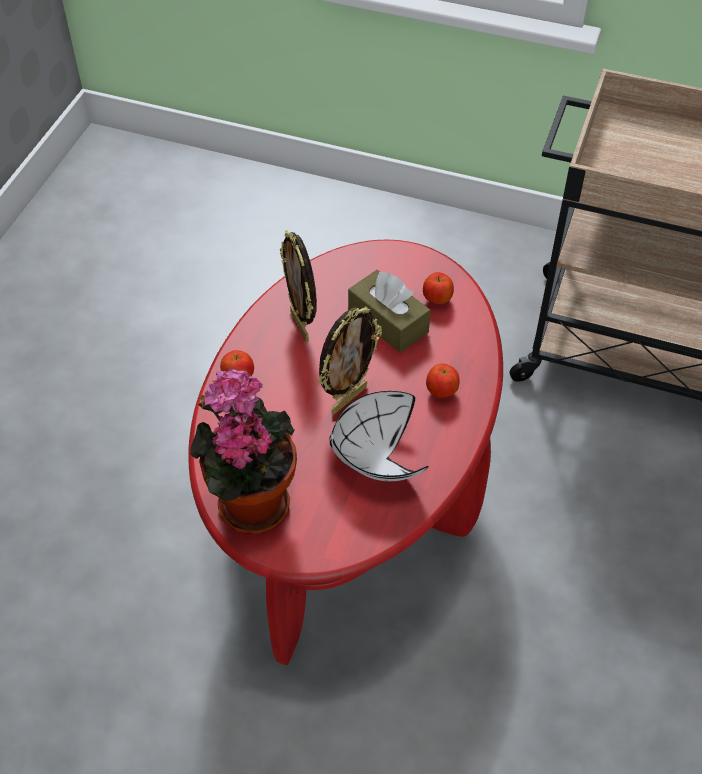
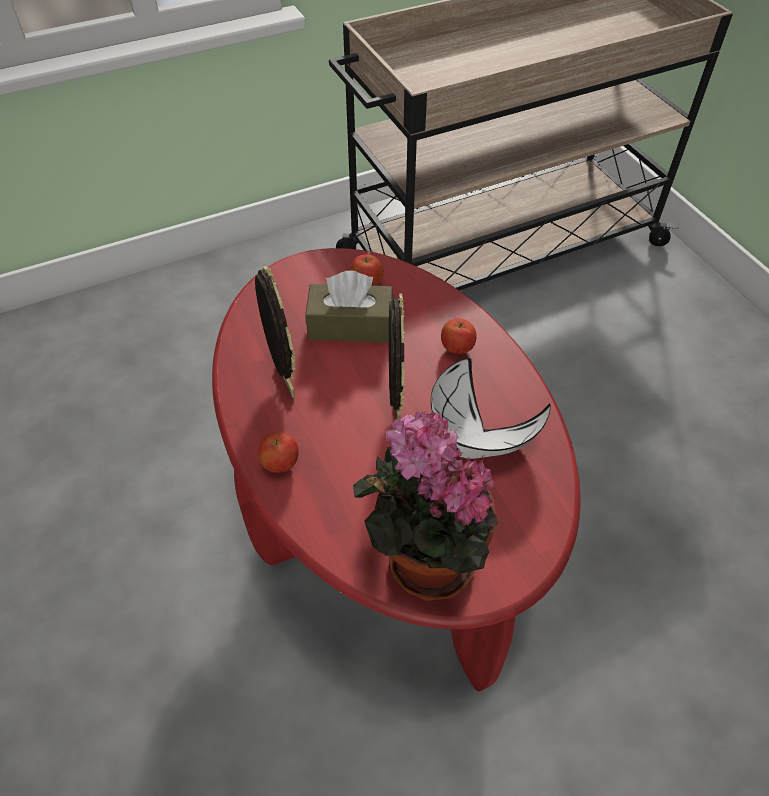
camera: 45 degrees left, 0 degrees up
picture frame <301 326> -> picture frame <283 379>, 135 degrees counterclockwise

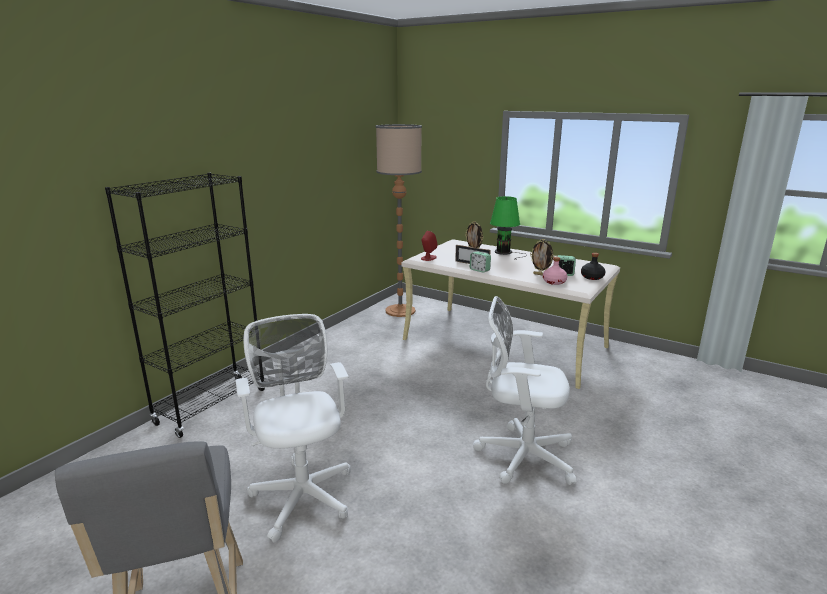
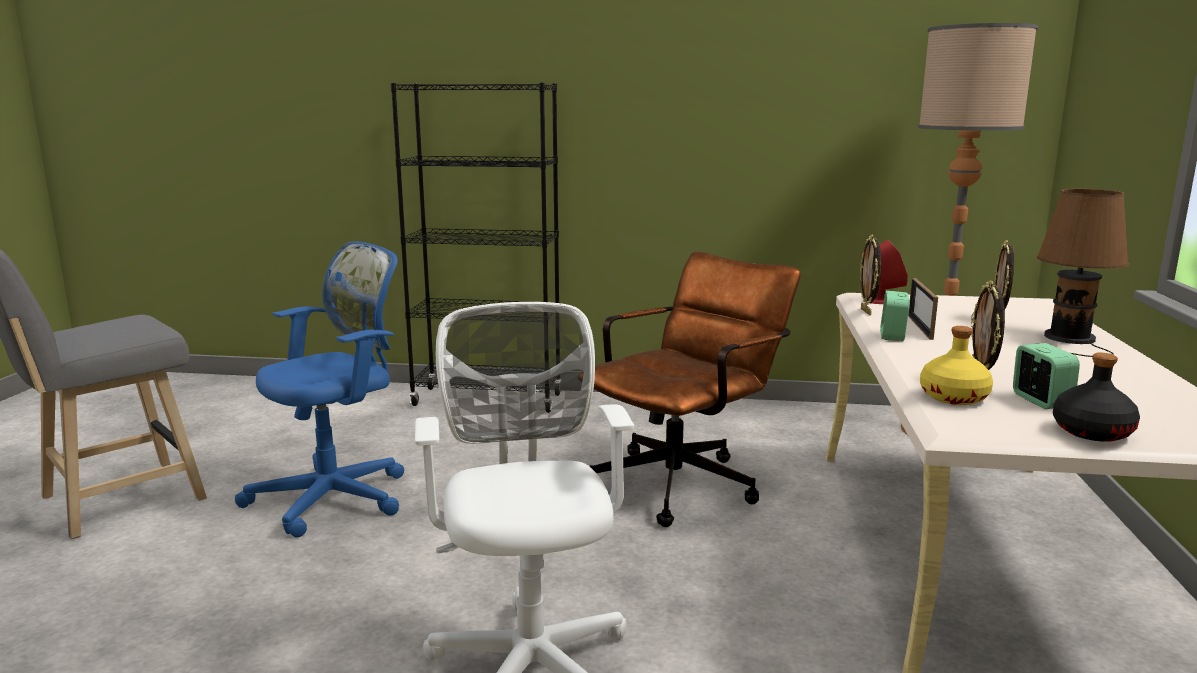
camera: 65 degrees right, 5 degrees down
office chair (white) <303 493> -> office chair (blue) <337 497>
none -> office chair (brown) <684 481>
none -> picture frame <867 311>
bottle (pink) <554 282> -> bottle (yellow) <954 397>
table lamp (green) <505 252> -> table lamp (brown) <1070 339>

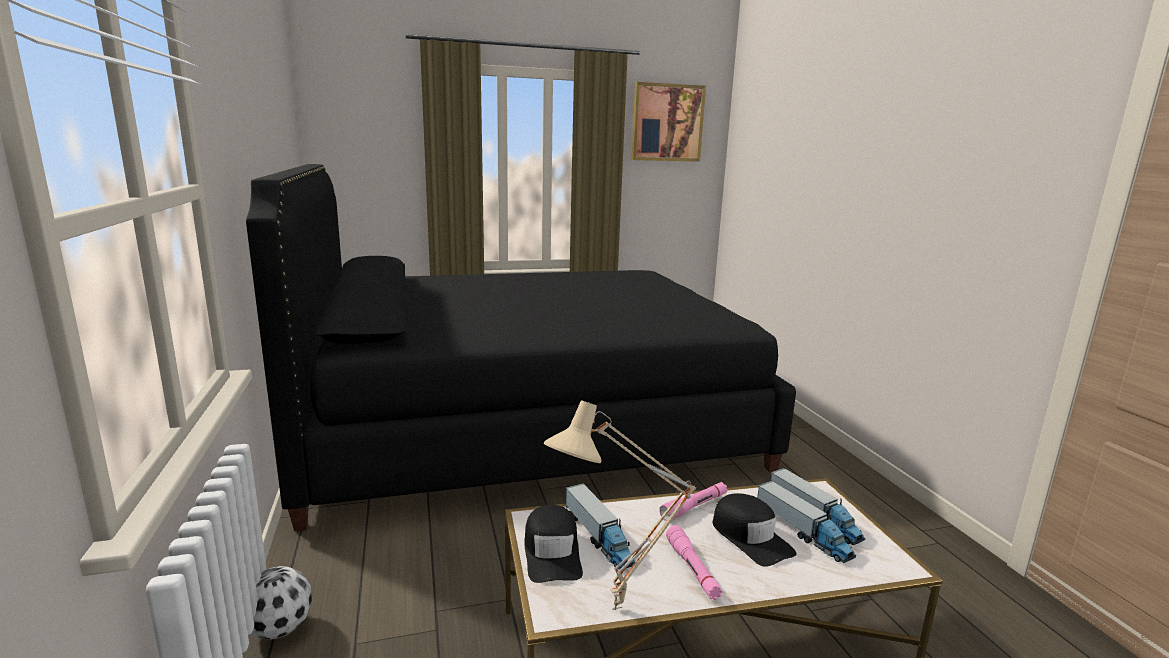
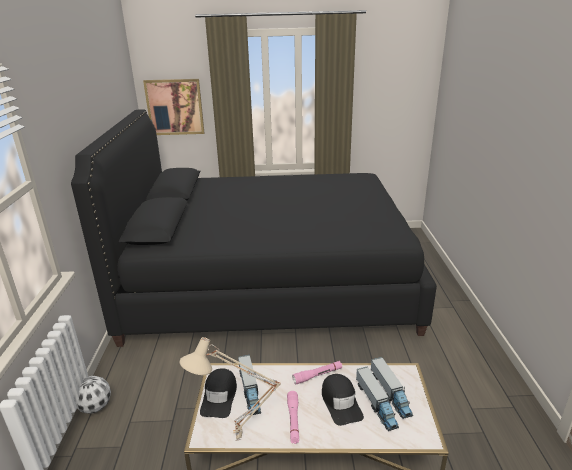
camera: 15 degrees right, 10 degrees up
picture <667 123> -> picture <175 107>, move

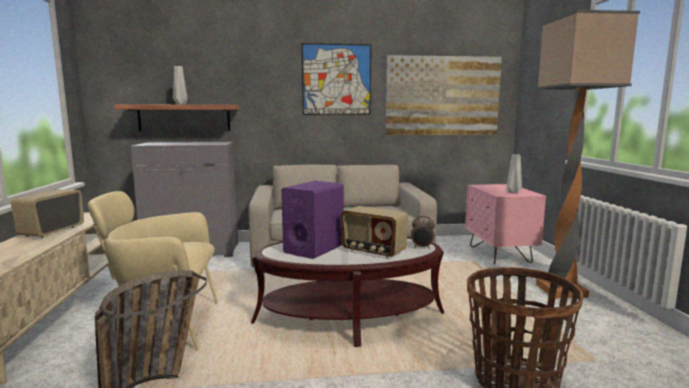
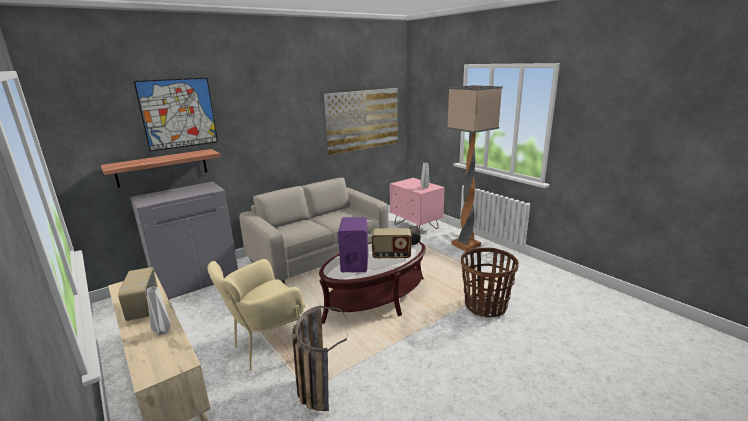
camera: 30 degrees left, 10 degrees up
picture <336 79> -> picture <178 113>, move
vase (grey) <181 104> -> vase (grey) <163 330>, move

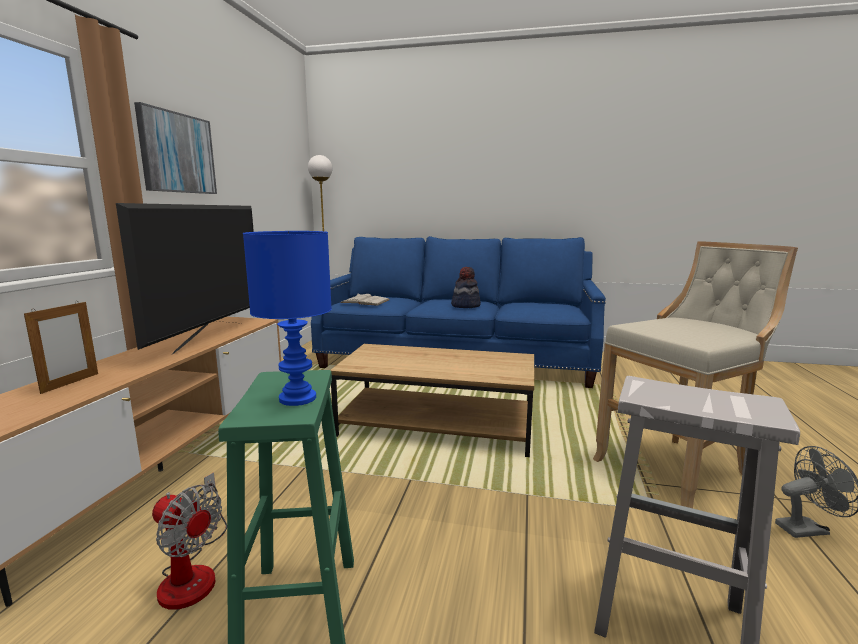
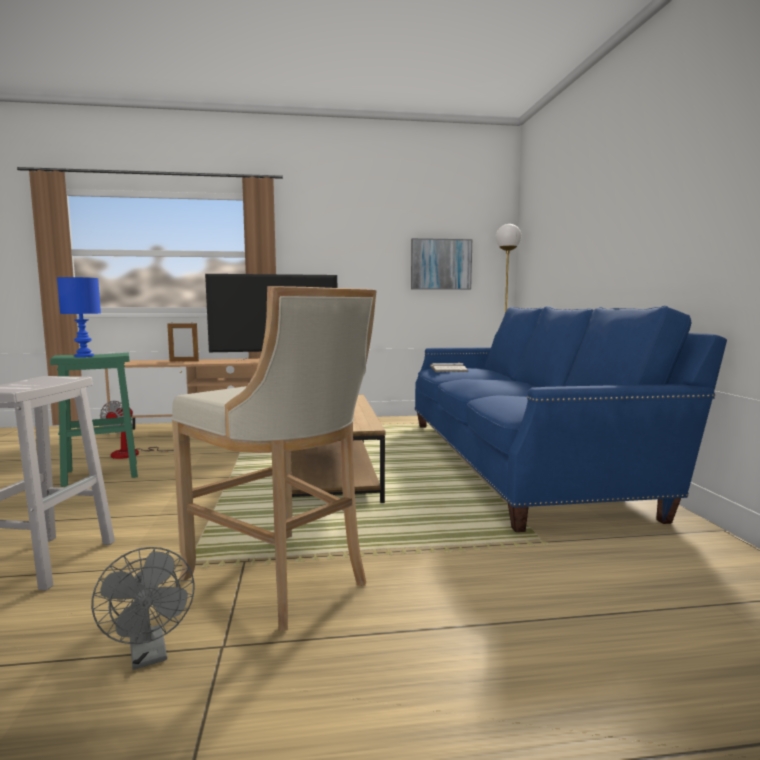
camera: 70 degrees right, 5 degrees down
picture <177 153> -> picture <441 264>, move
hat <465 305> -> none

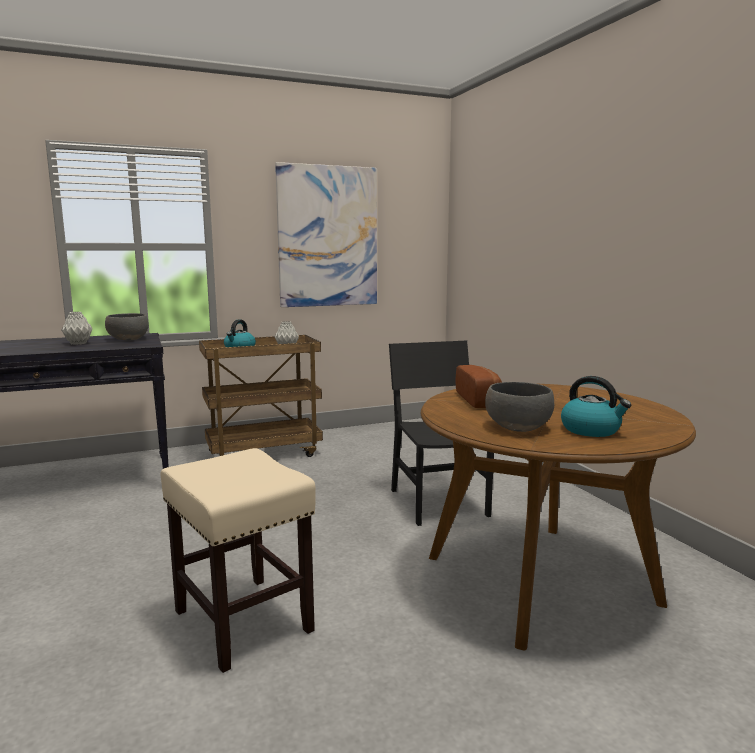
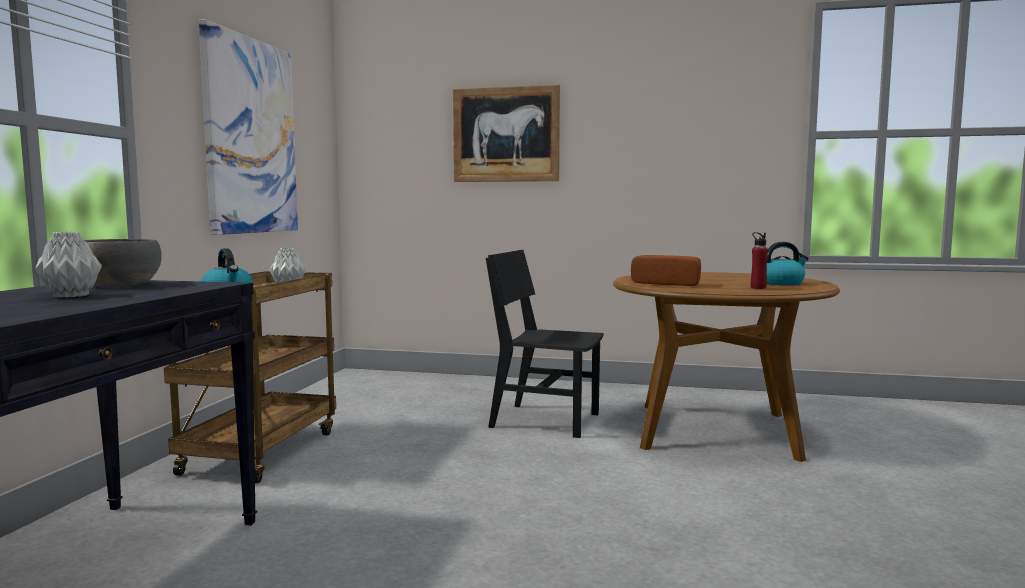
camera: 55 degrees left, 5 degrees down
none -> picture <506 134>
bowl (grey) <517 427> -> bottle (red) <758 288>
stool (beige) <244 621> -> none

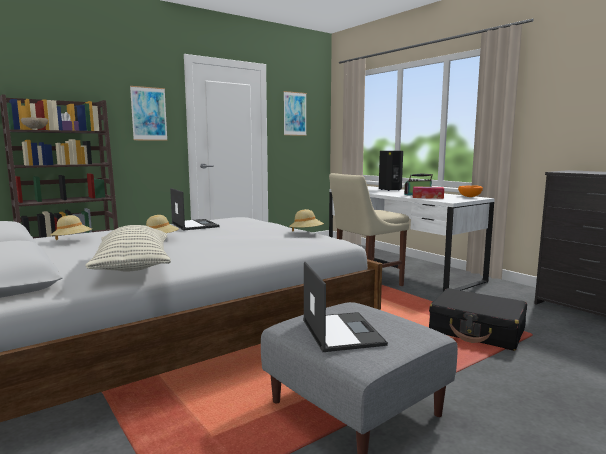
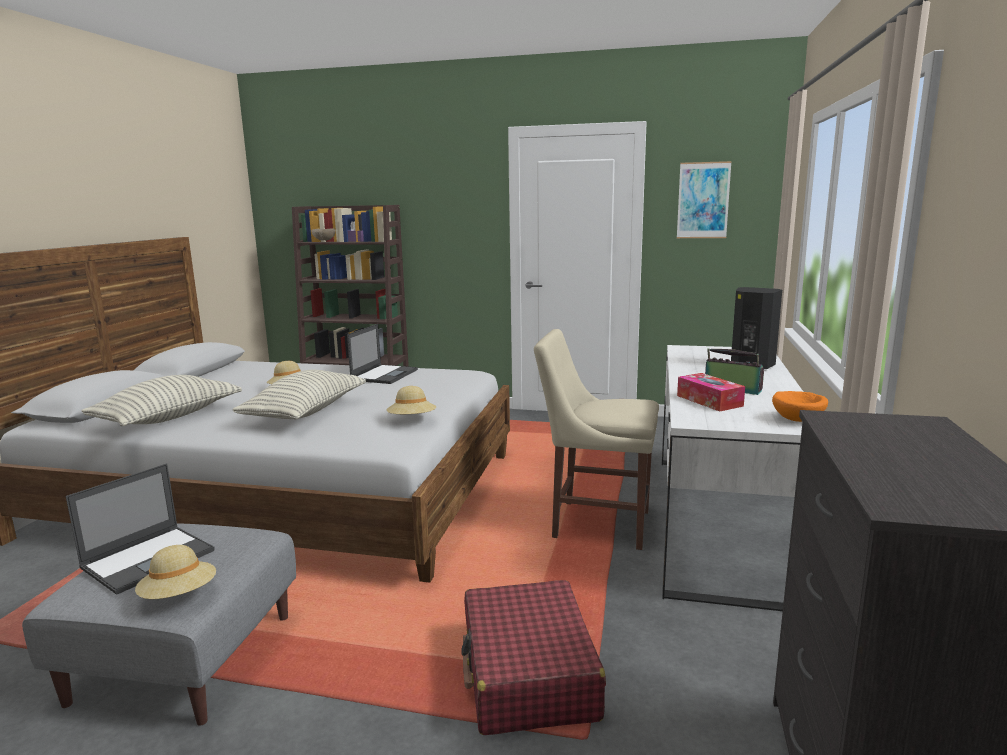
camera: 50 degrees right, 5 degrees up
hat (beige) <72 241> -> hat (beige) <179 596>, move
none -> pillow <305 413>
suitcase (black) <477 331> -> suitcase (red) <528 674>
picture <149 114> -> none

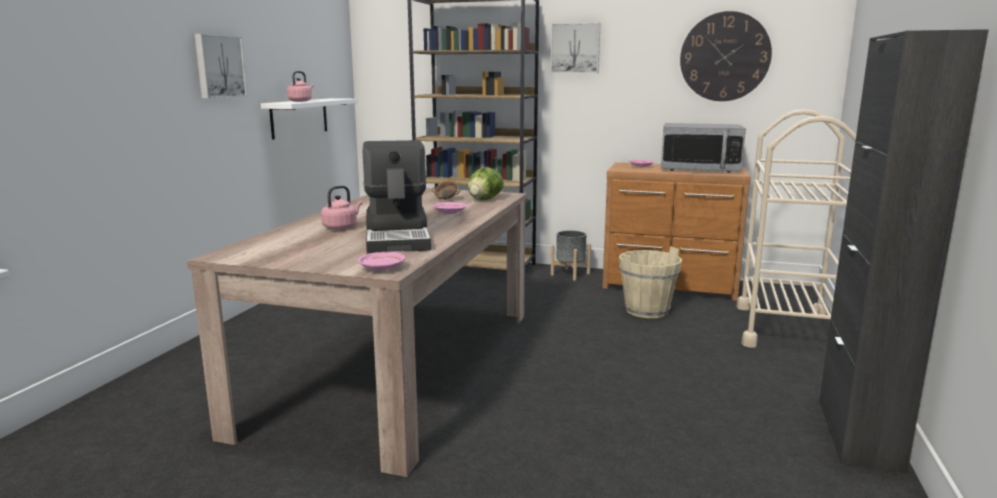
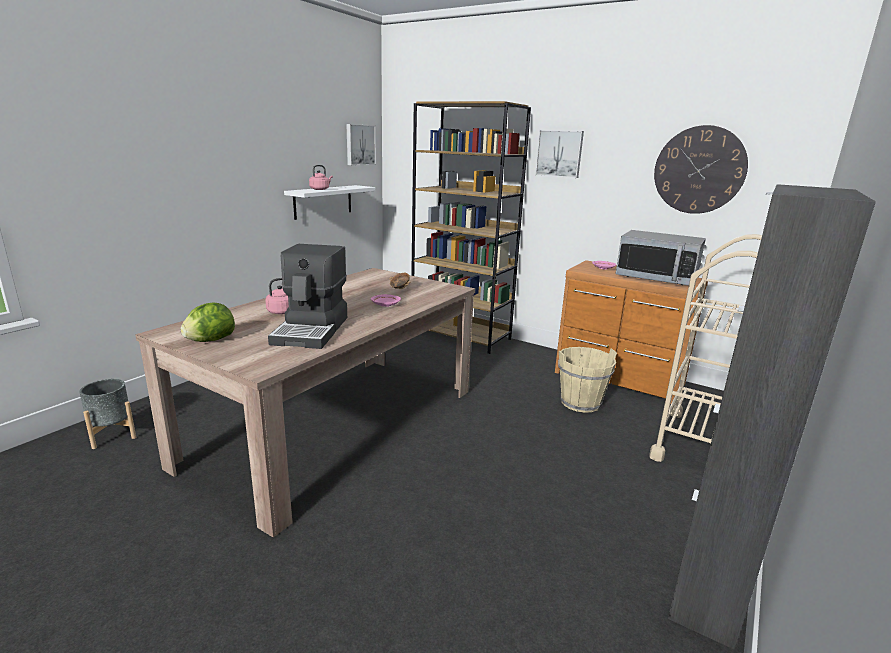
camera: 15 degrees right, 5 degrees up
planter (grey) <570 274> -> planter (grey) <112 434>, move
lettuce <484 200> -> lettuce <210 340>, move
picture <219 66> -> picture <360 145>, move
plate (pink) <382 268> -> none

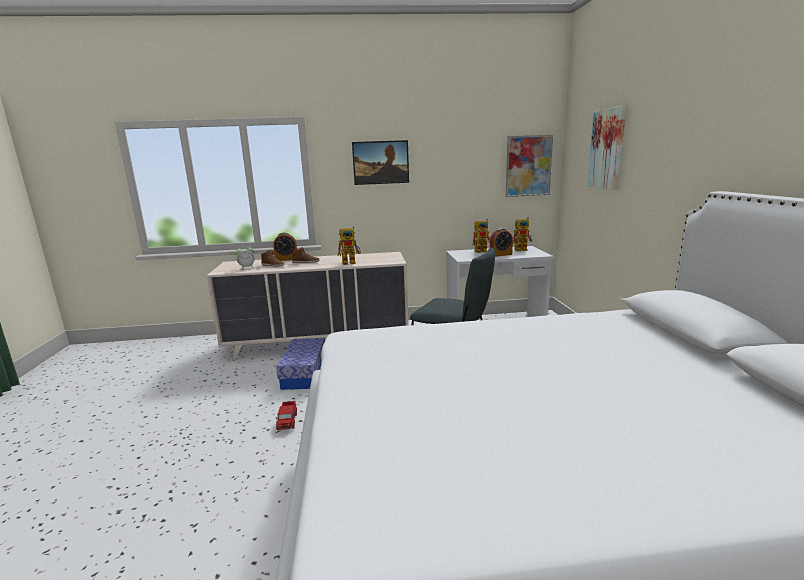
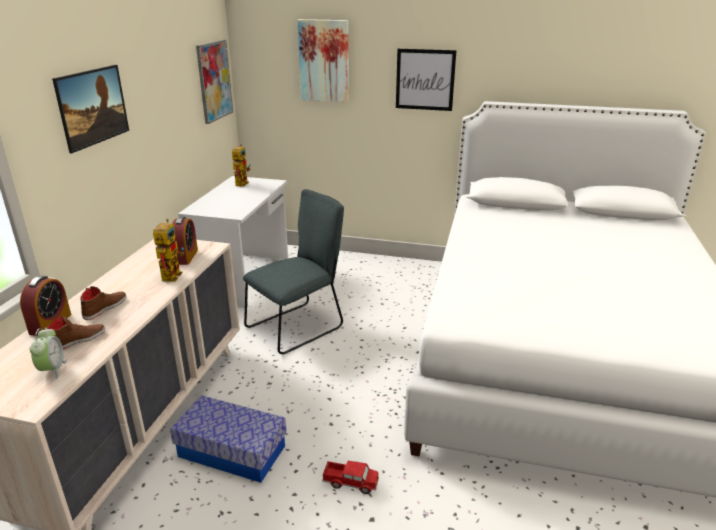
camera: 70 degrees left, 10 degrees up
alarm clock <500 254> -> alarm clock <186 257>, move
none -> picture <425 79>
toy robot <483 251> -> none

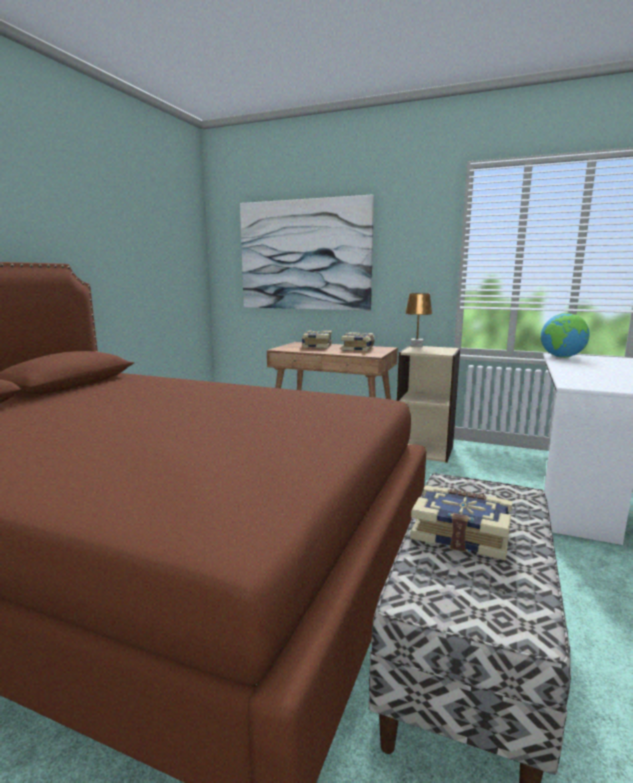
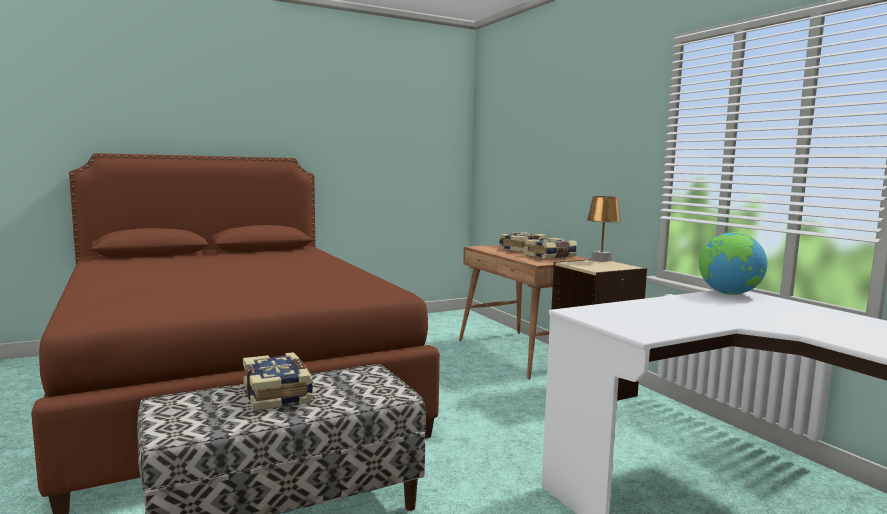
camera: 40 degrees right, 5 degrees down
picture <304 255> -> none

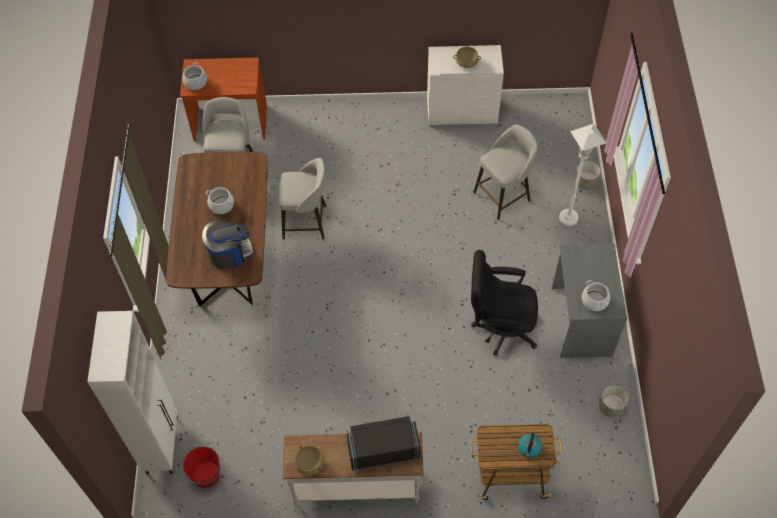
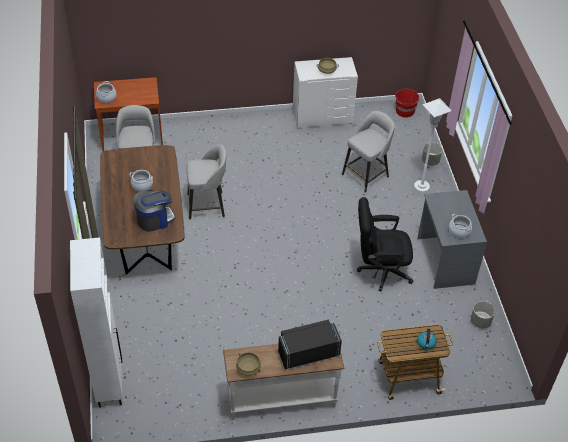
camera: 10 degrees left, 10 degrees down
bucket (red) <206 475> -> bucket (red) <405 111>, move

